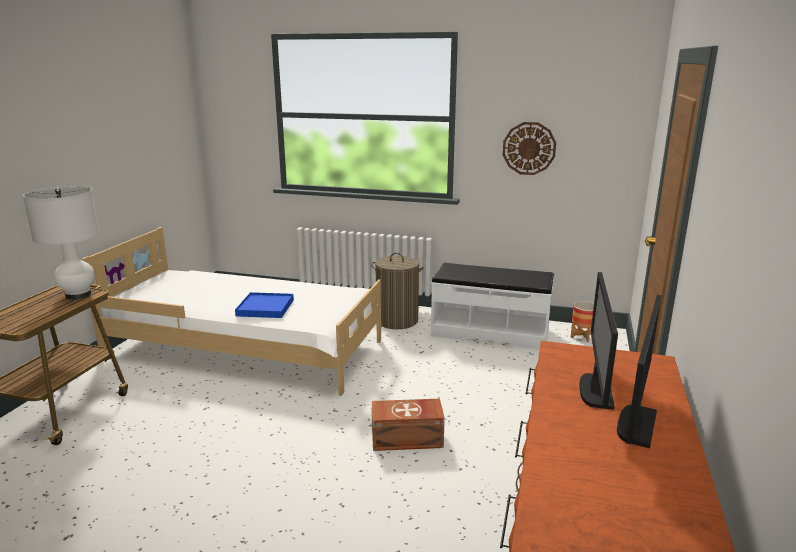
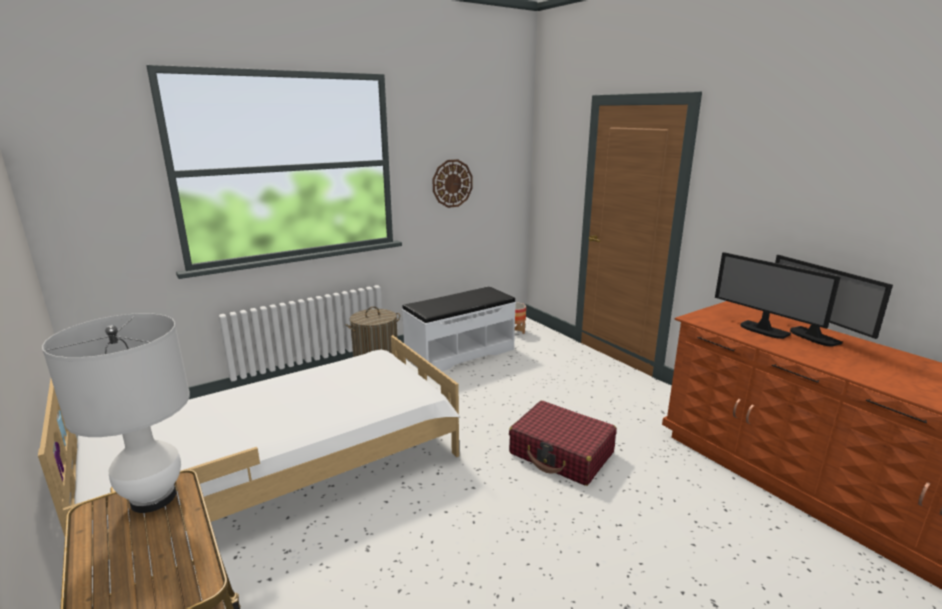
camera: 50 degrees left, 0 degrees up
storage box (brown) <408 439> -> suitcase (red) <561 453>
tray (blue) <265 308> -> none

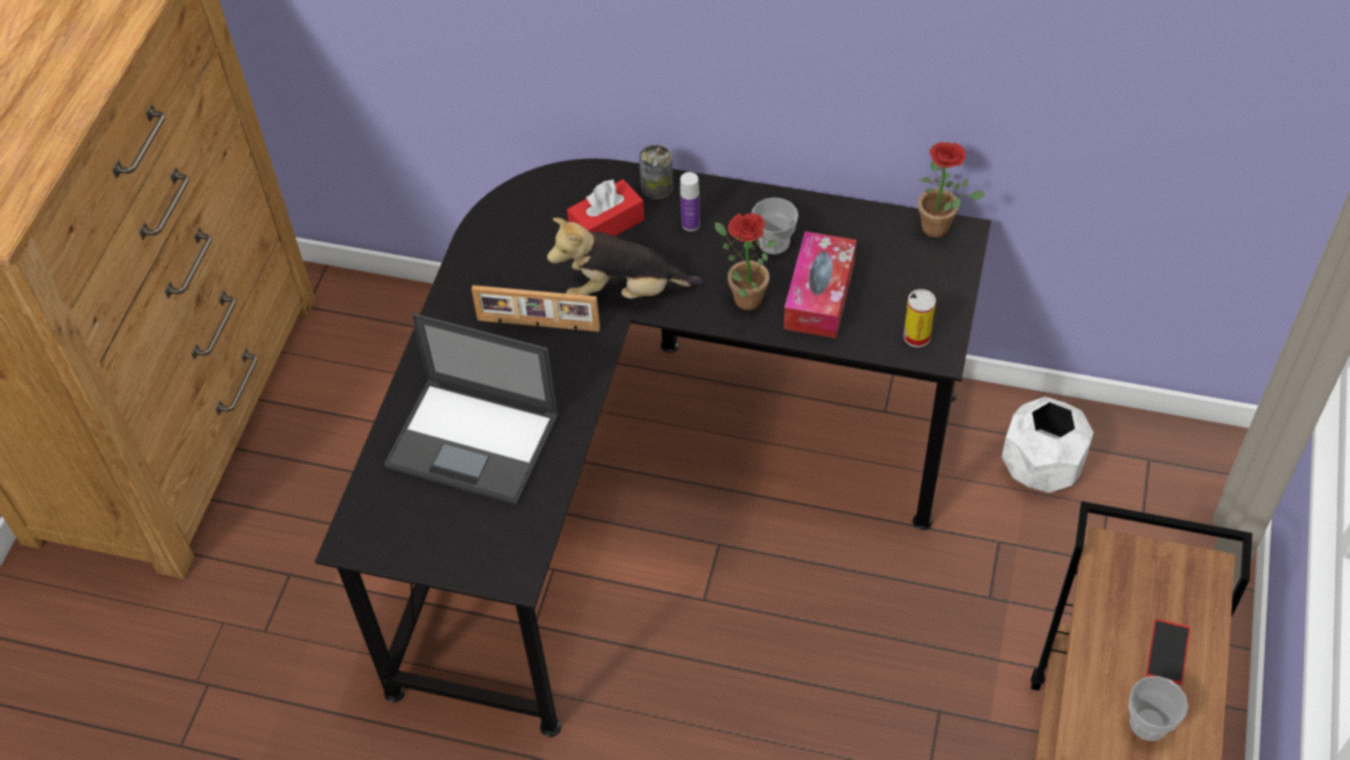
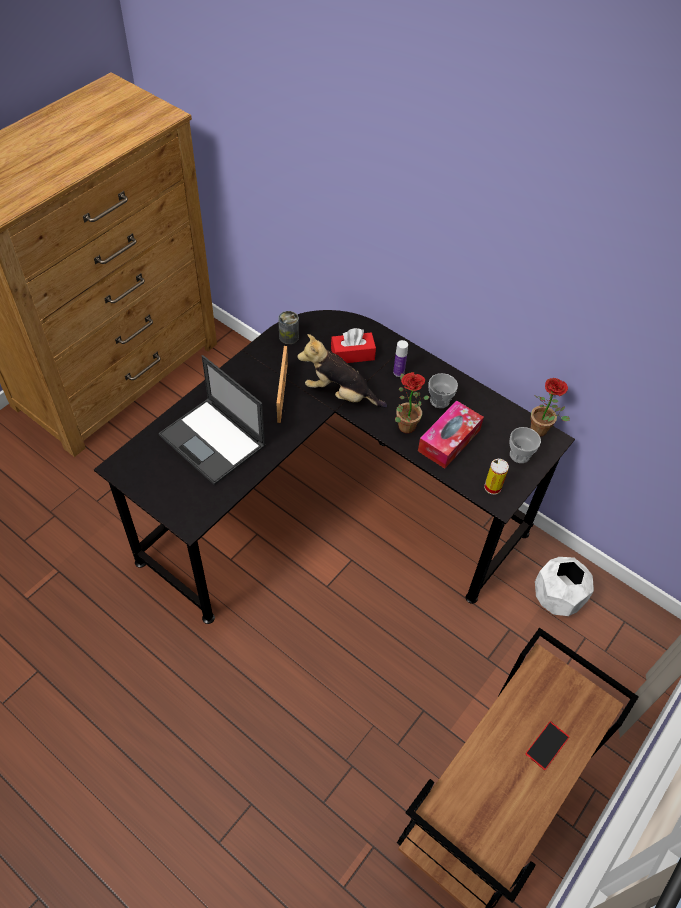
camera: 20 degrees right, 0 degrees up
picture frame <538 325> -> picture frame <283 393>, 120 degrees counterclockwise
can <657 187> -> can <288 337>, move
cup <1149 723> -> cup <519 455>, move

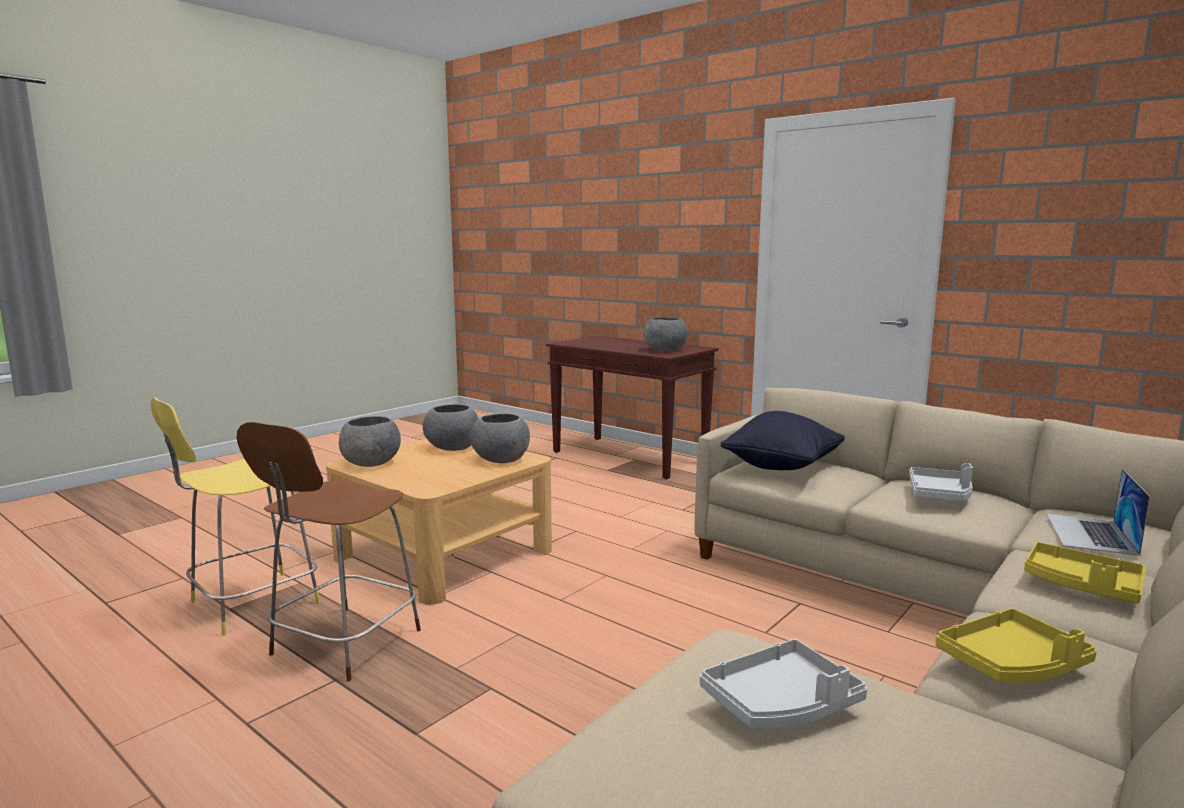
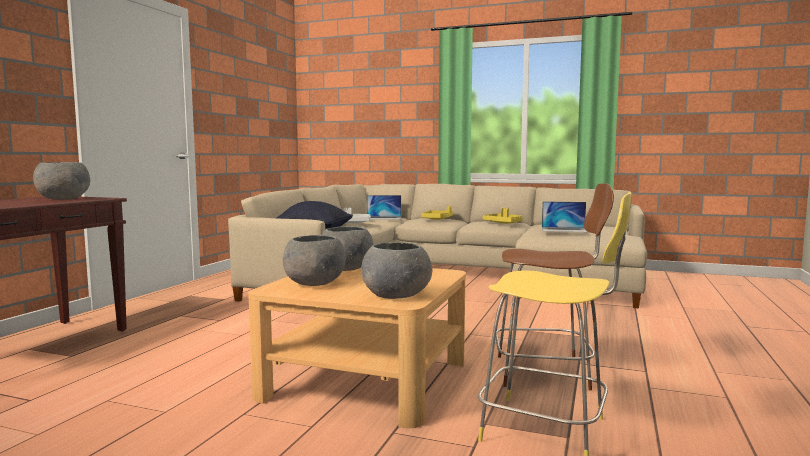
camera: 110 degrees left, 5 degrees down
tray (grey) <782 704> -> laptop <564 230>

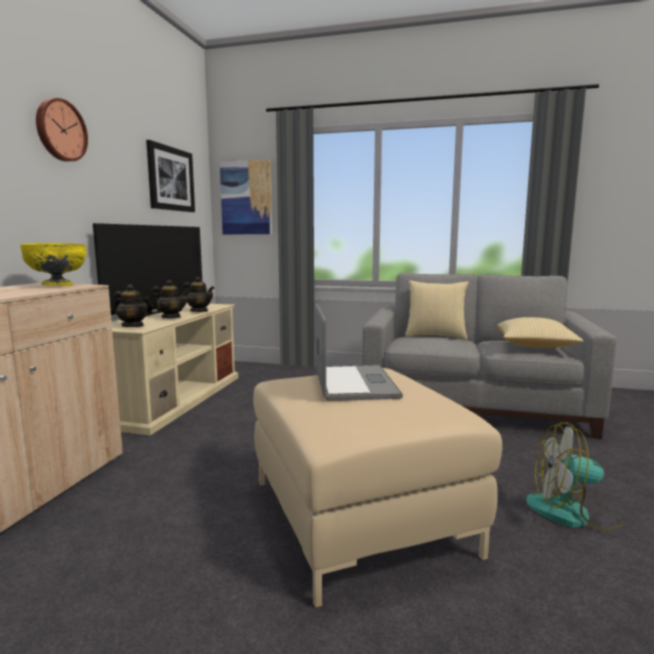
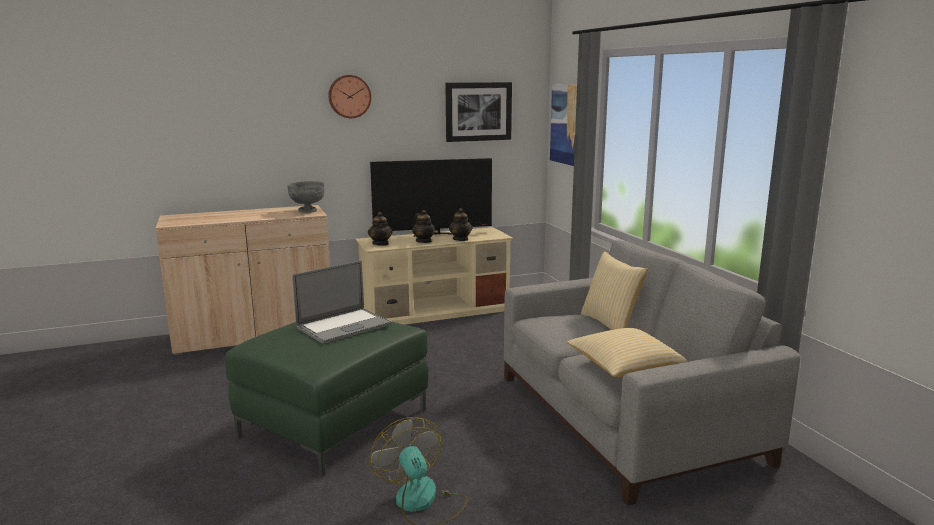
camera: 55 degrees right, 5 degrees up
ottoman (beige) <358 516> -> ottoman (green) <334 422>
bowl (yellow) <58 285> -> bowl (grey) <307 211>

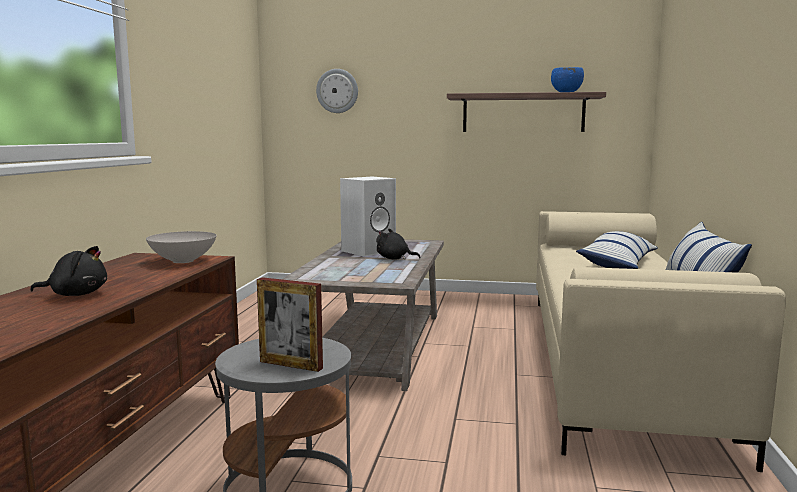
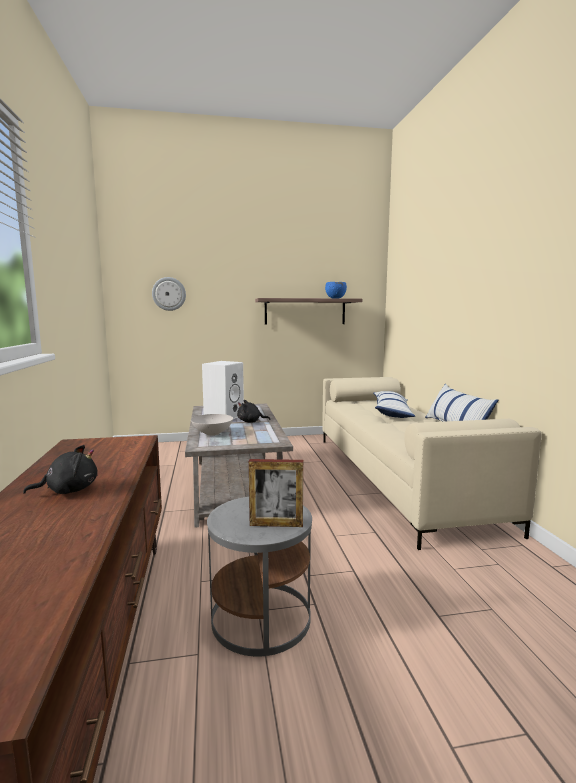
camera: 20 degrees left, 0 degrees up
bowl (white) <182 261> -> bowl (white) <211 434>, move

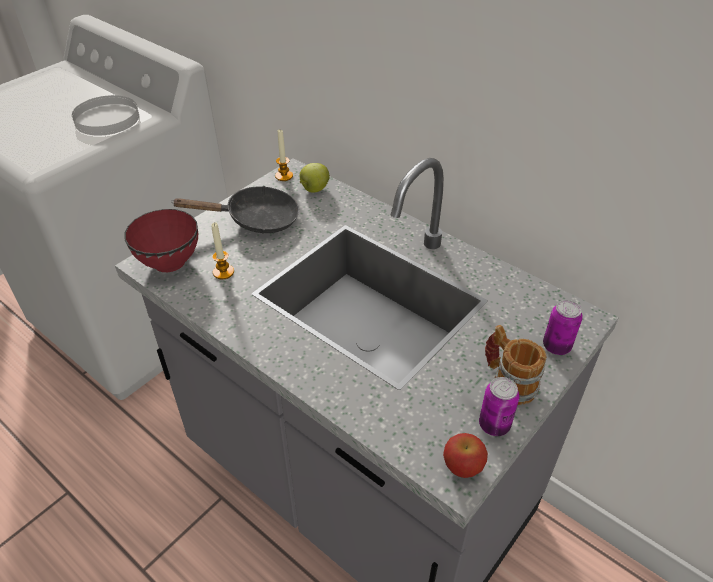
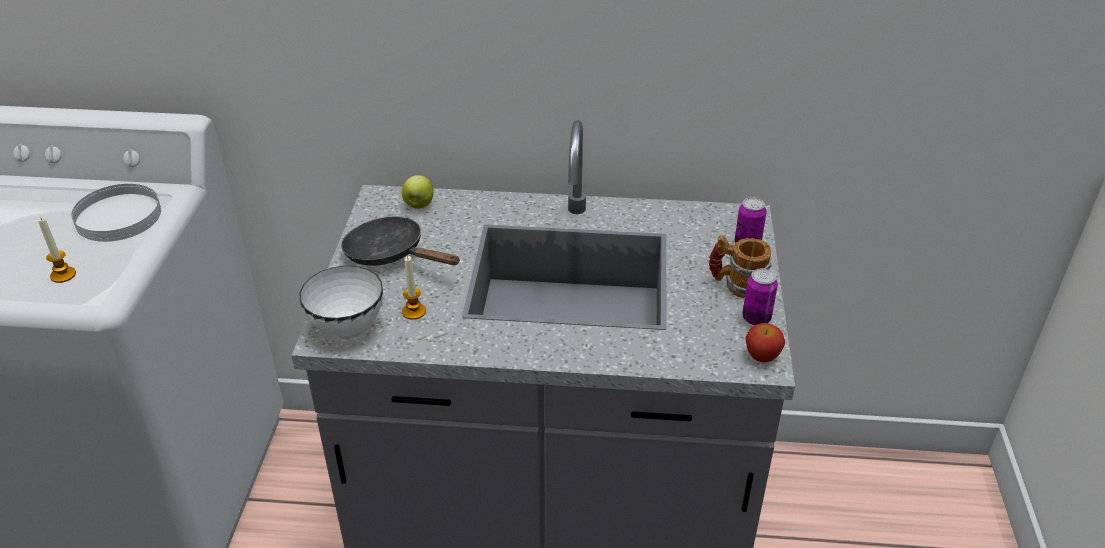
camera: 35 degrees left, 5 degrees down
candle <284 176> -> candle <63 275>, move
bowl (red) <170 261> -> bowl (white) <348 326>
frying pan (black) <255 219> -> frying pan (black) <391 254>, 105 degrees counterclockwise

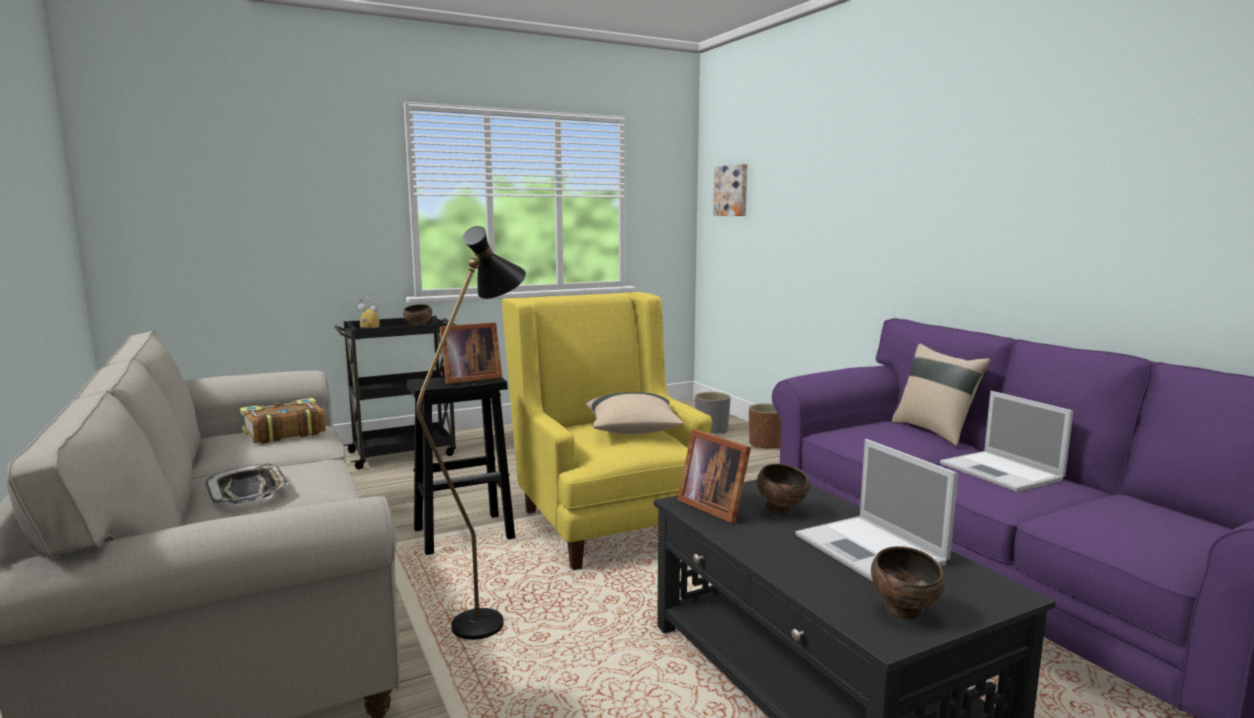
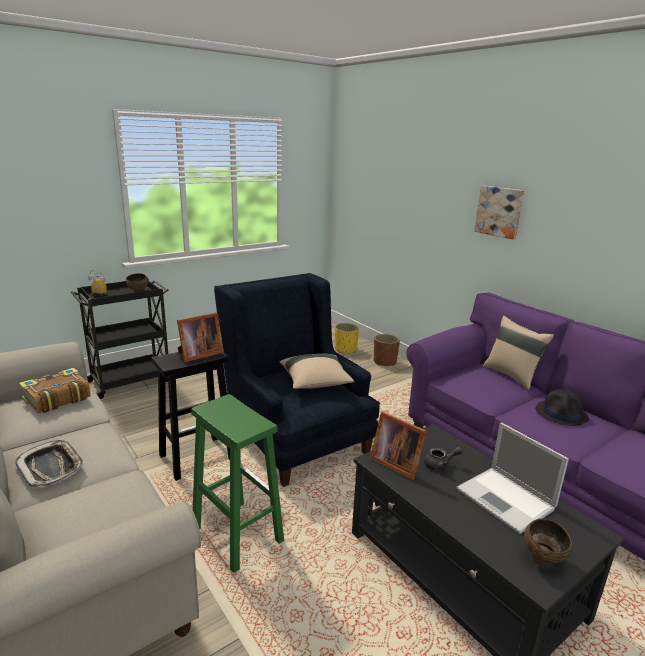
camera: 10 degrees left, 10 degrees up
floor lamp (black) <489 617> -> stool (green) <236 534>
armchair (yellow) <607 519> -> armchair (blue) <294 437>
planter (grey) <712 430> -> planter (yellow) <346 349>
bowl (brown) <782 512> -> teapot (grey) <440 465>
picture <732 190> -> picture <499 211>, move
laptop <1002 472> -> hat (black) <561 414>

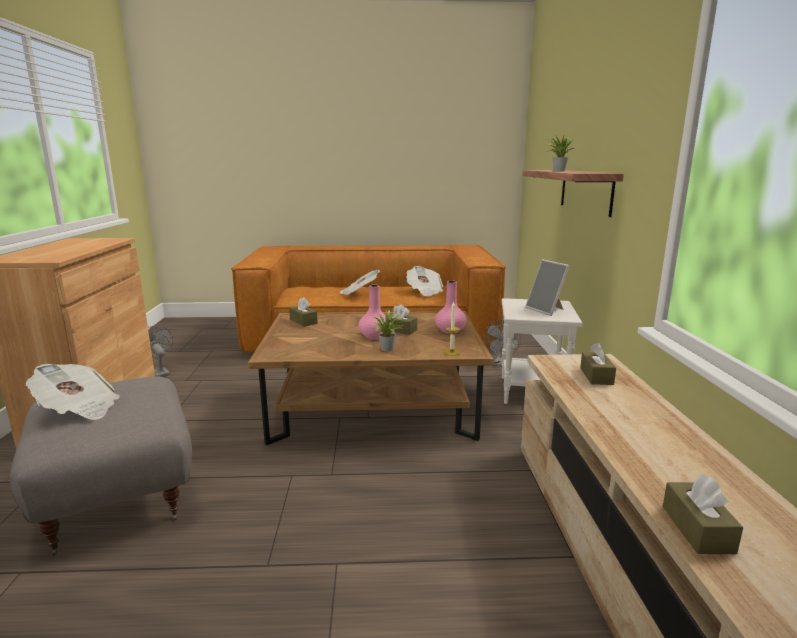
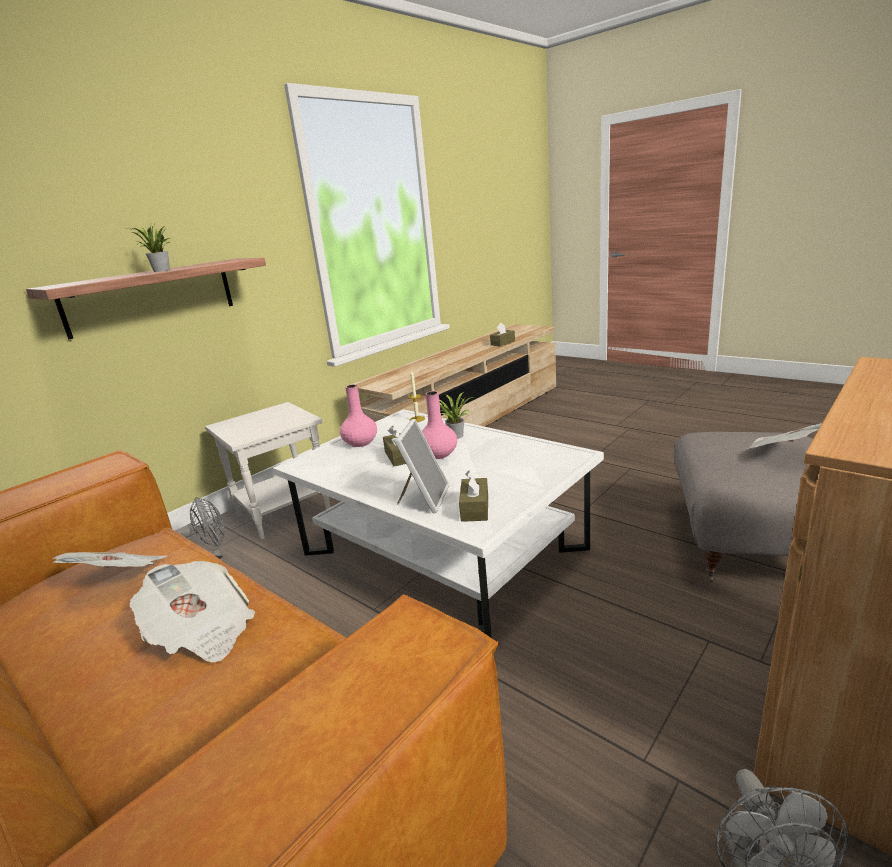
camera: 135 degrees left, 5 degrees up
coffee table (brown) <373 409> -> coffee table (white) <442 551>
picture frame <547 310> -> picture frame <424 499>, move
tissue box (brown) <596 376> -> none

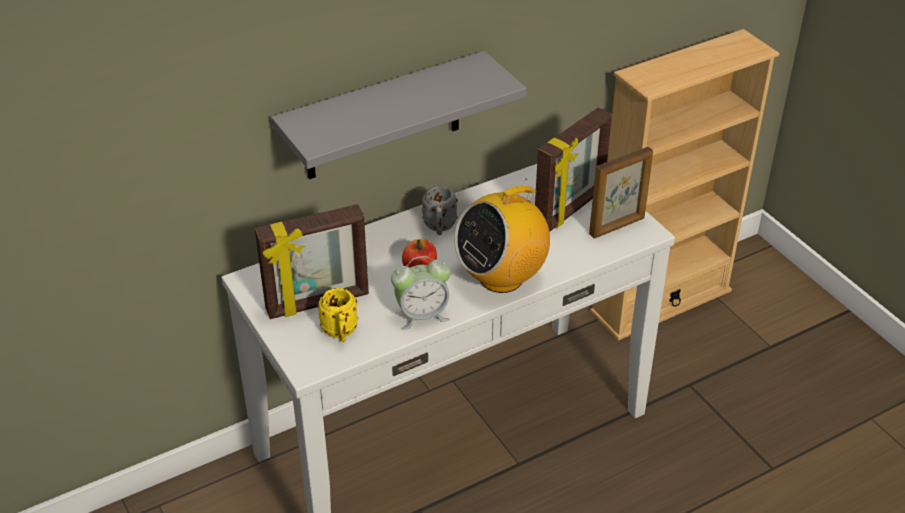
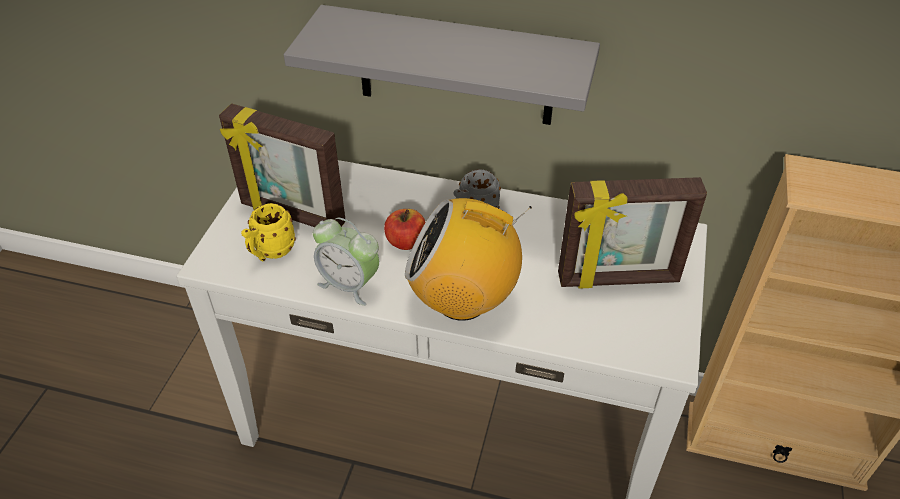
camera: 45 degrees right, 5 degrees up
picture frame <617 226> -> none

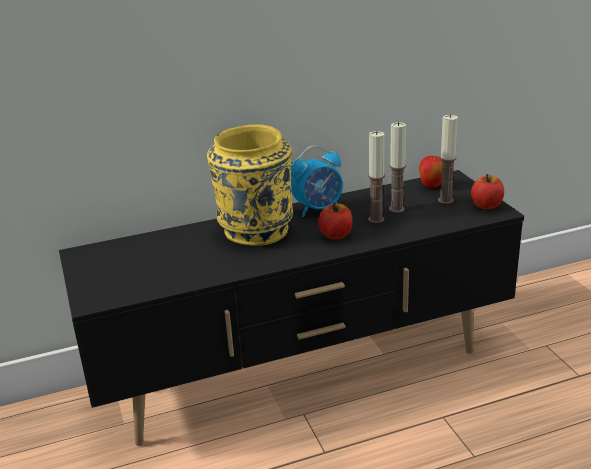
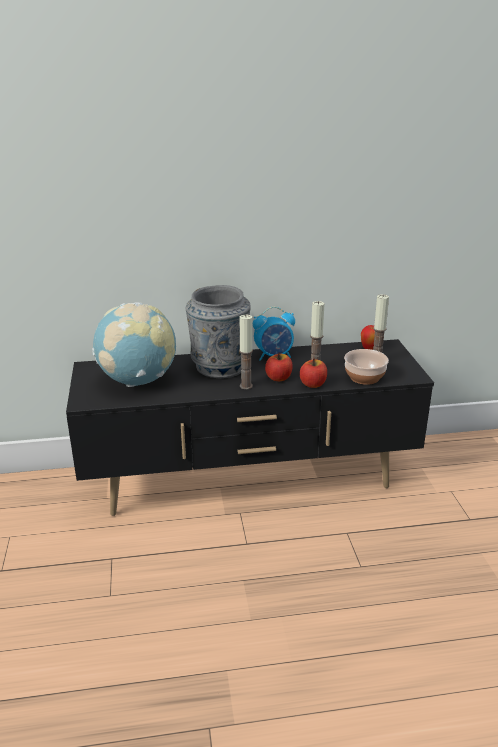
camera: 10 degrees right, 0 degrees up
none -> globe <138 380>
vase (yellow) <255 232> -> vase (grey) <219 367>
candle <396 209> -> candle <246 386>, move
apple <486 205> -> apple <313 384>, move
none -> bowl <364 377>

